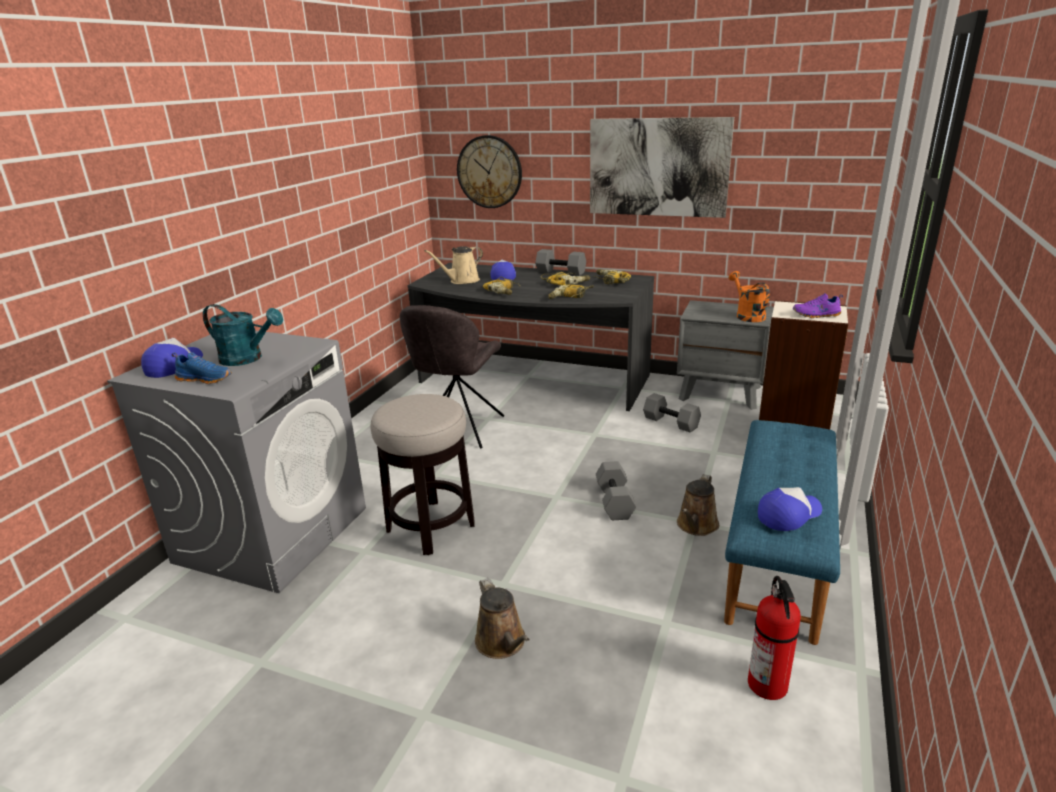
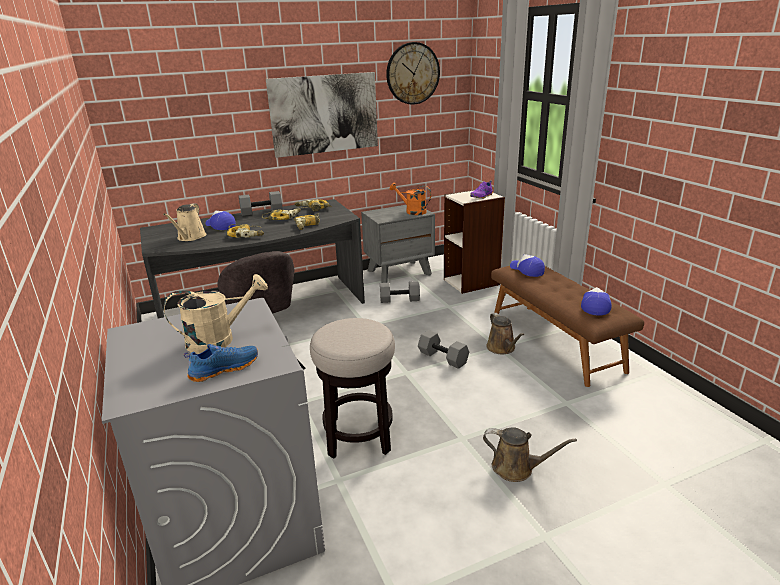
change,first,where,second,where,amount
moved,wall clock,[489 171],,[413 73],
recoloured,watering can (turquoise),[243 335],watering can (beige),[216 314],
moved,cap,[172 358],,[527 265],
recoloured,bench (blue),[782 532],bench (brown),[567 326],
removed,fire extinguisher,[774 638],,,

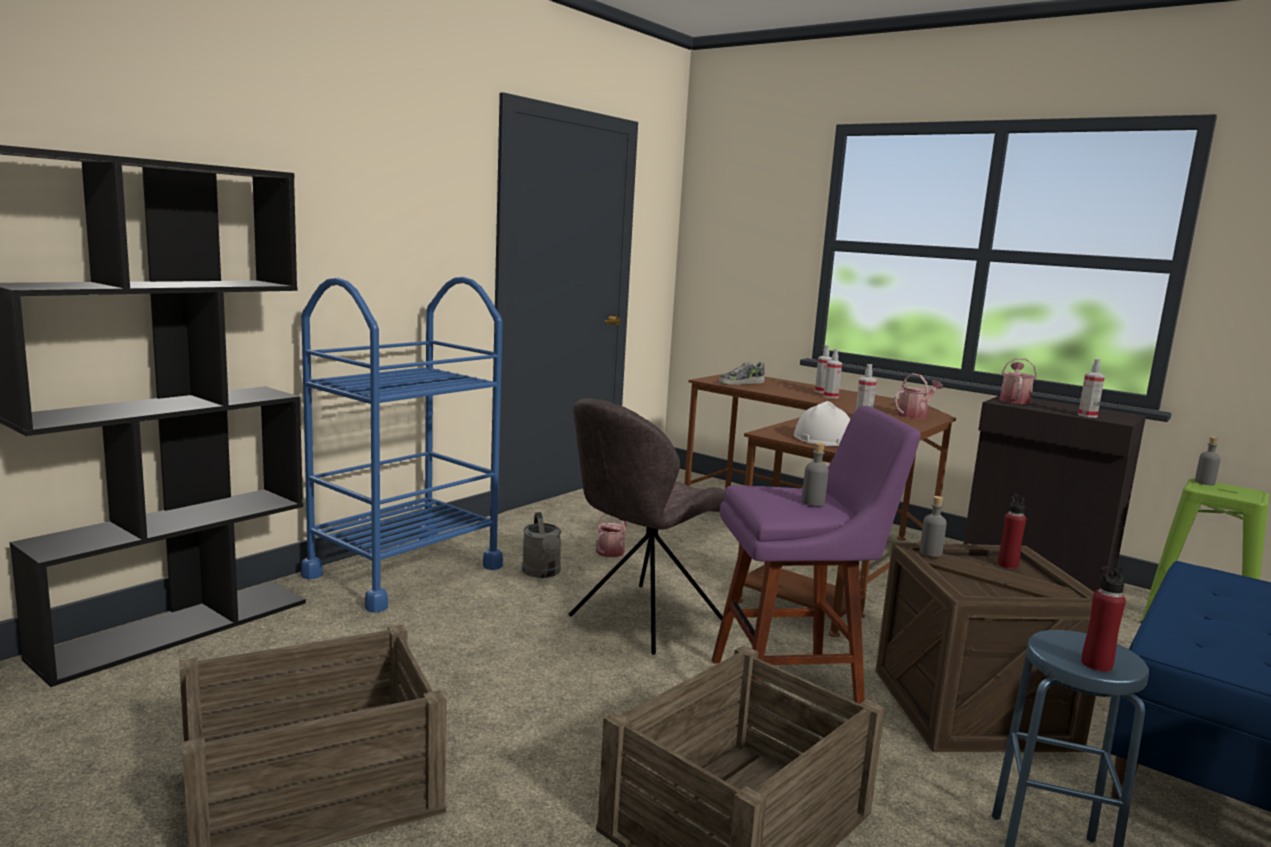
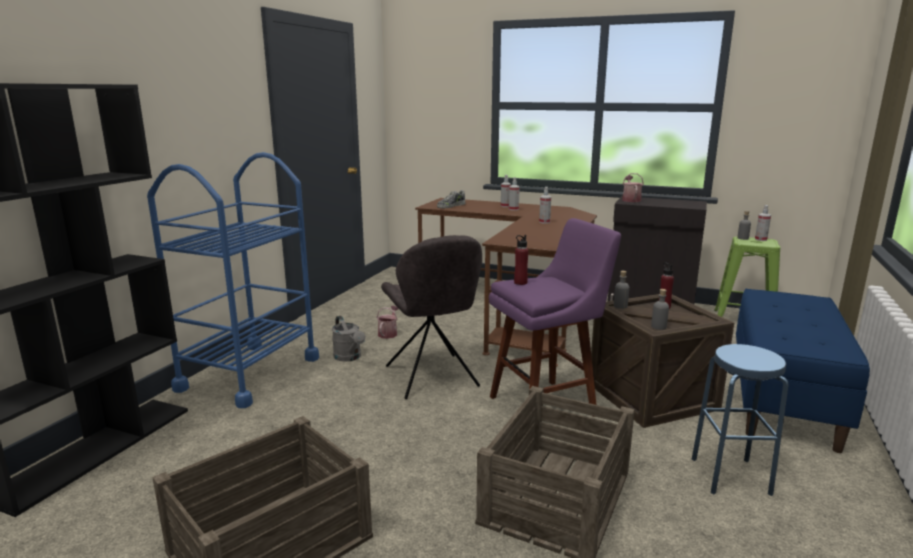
change,first,where,second,where,amount
moved,spray bottle,[1091 388],,[763 223],
removed,watering can,[918 396],,,
turned,chair (grey),[647 526],,[431 317],45 degrees counterclockwise
removed,hard hat (white),[821 423],,,
moved,bottle (grey),[815 474],,[660 309],
moved,bottle (red),[1103 619],,[521 260],

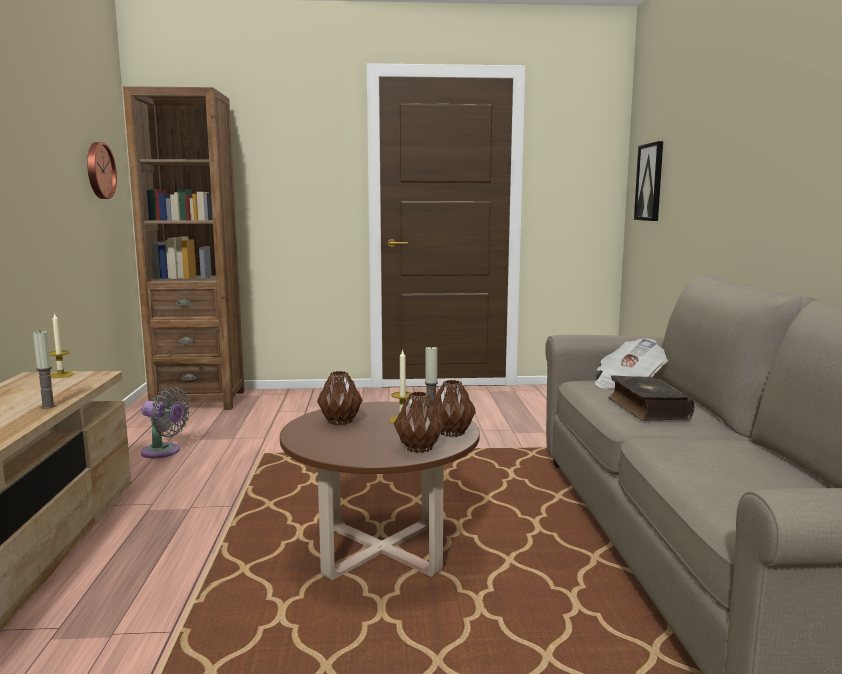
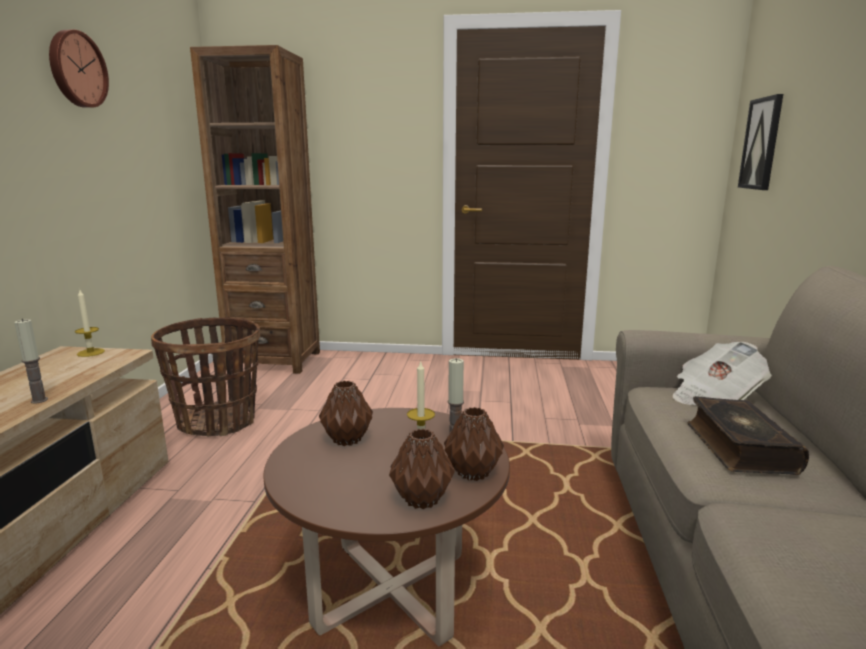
change,first,where,second,where,amount
moved,wall clock,[102 170],,[79 68],
replaced,fan (grey),[165 422],basket,[205 377],

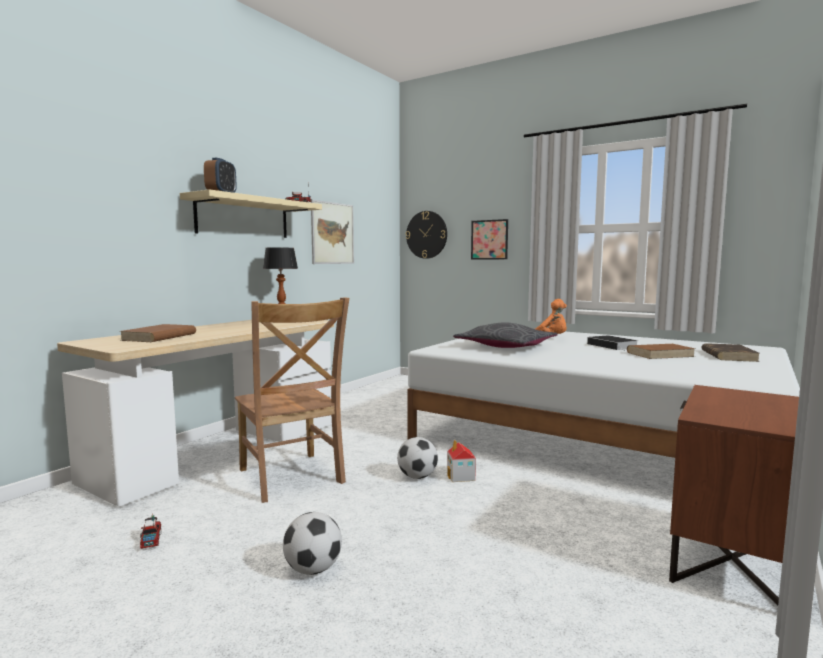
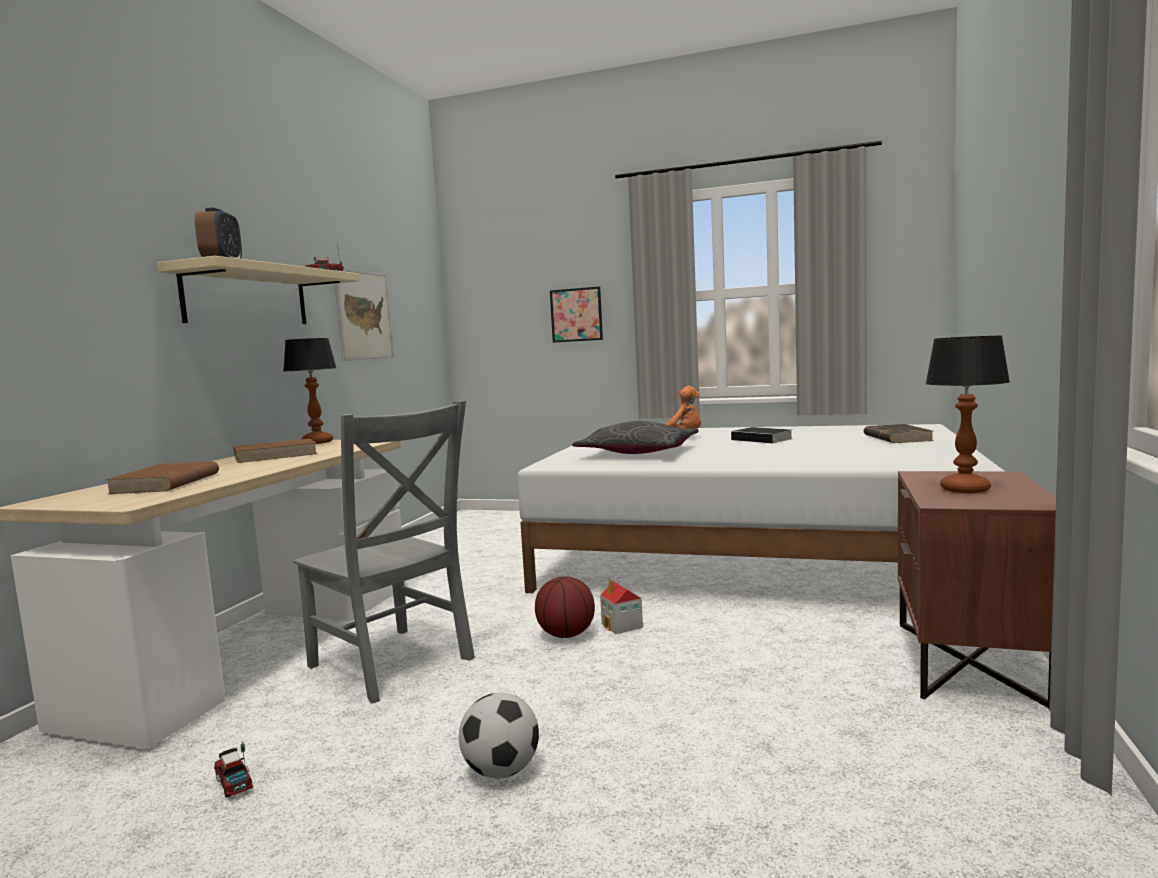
change,first,where,second,where,amount
removed,wall clock,[426 235],,,
recoloured,chair (brown),[292 400],chair (grey),[384 552],
moved,book (brown),[661 351],,[275 451],
replaced,football,[417 458],basketball,[565 607],
added,,,table lamp,[967 414],

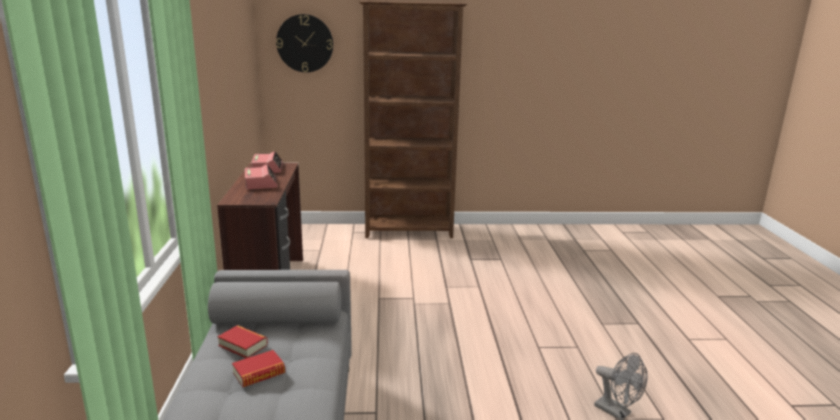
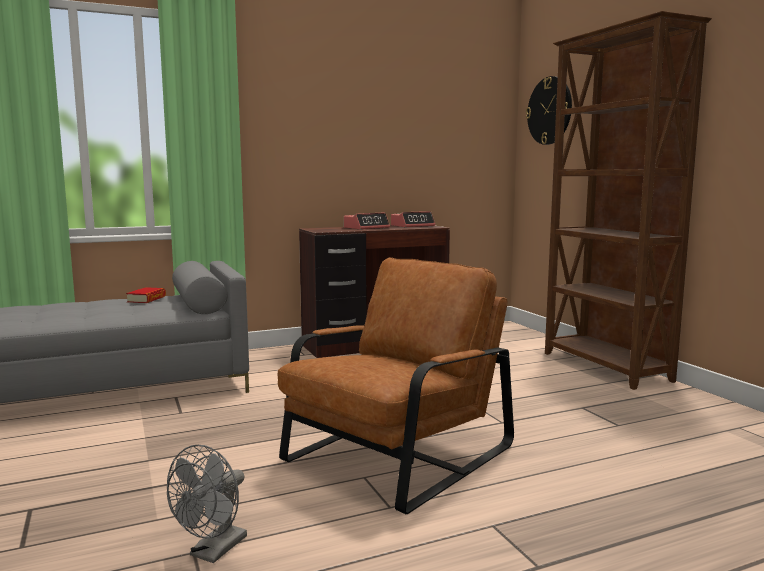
change,first,where,second,where,amount
removed,book,[258 368],,,
added,,,armchair (brown),[396 385],

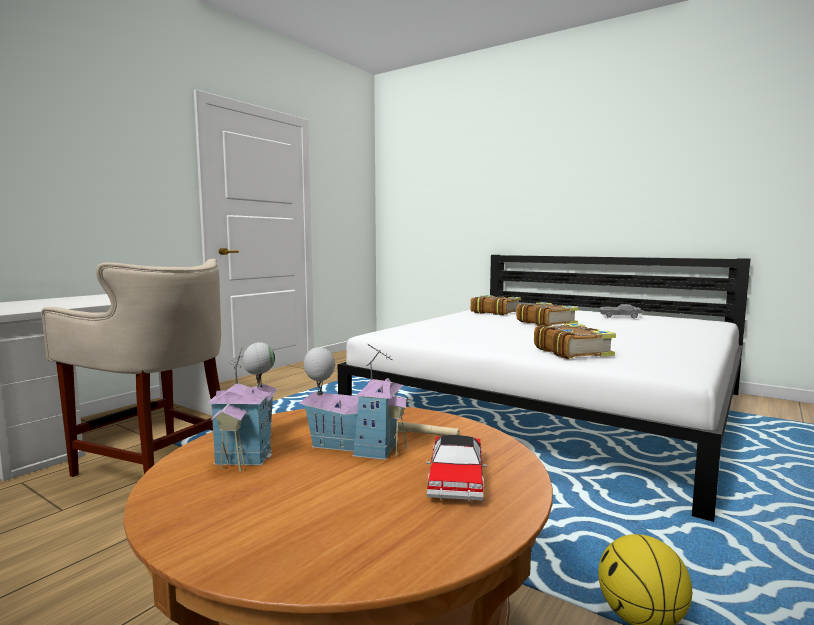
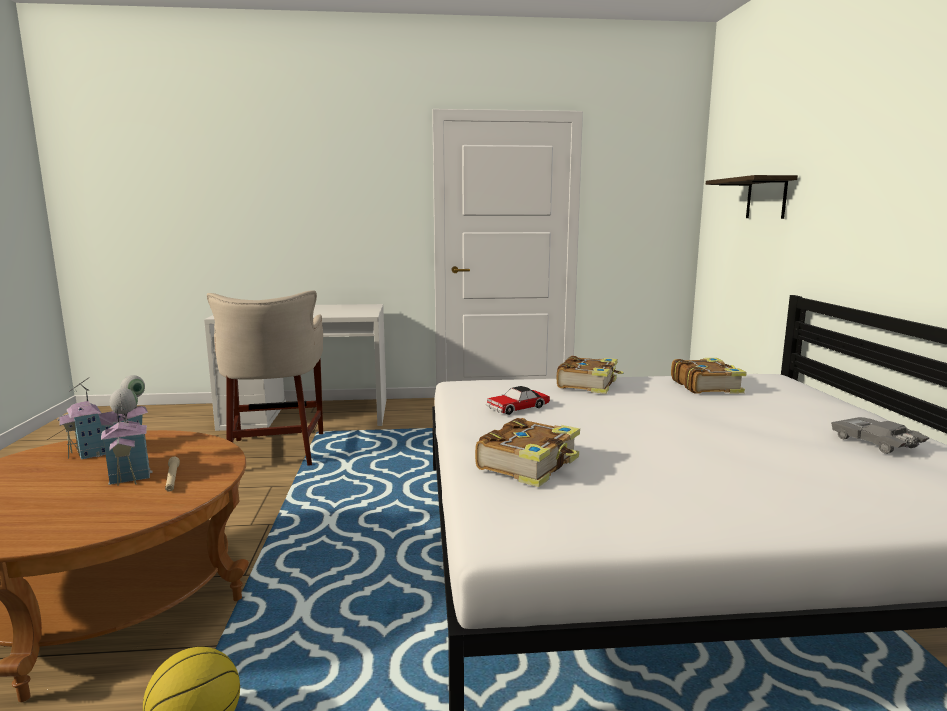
change,first,where,second,where,amount
moved,book,[547 314],,[590 375],
moved,toy car,[456 468],,[518 400],
added,,,shelf,[752 197],

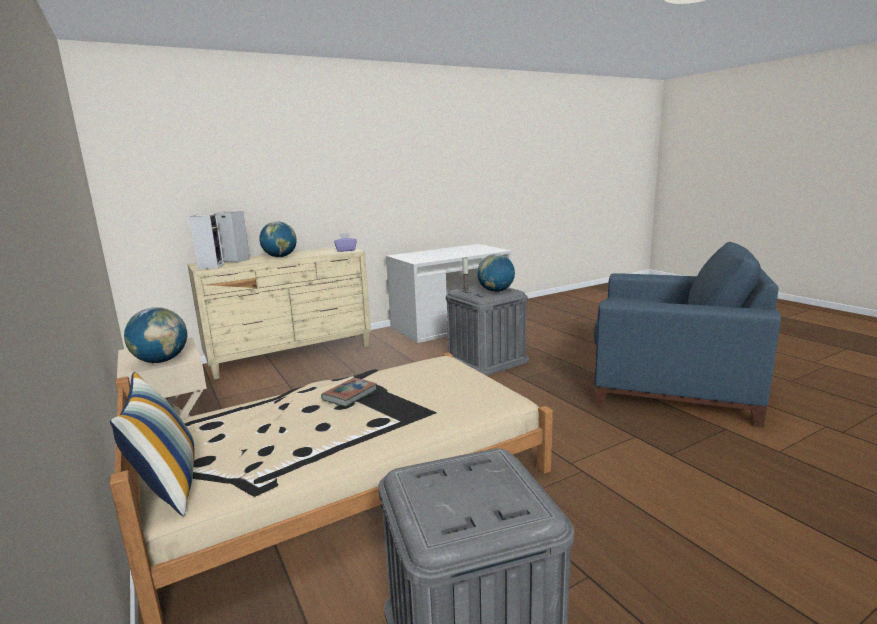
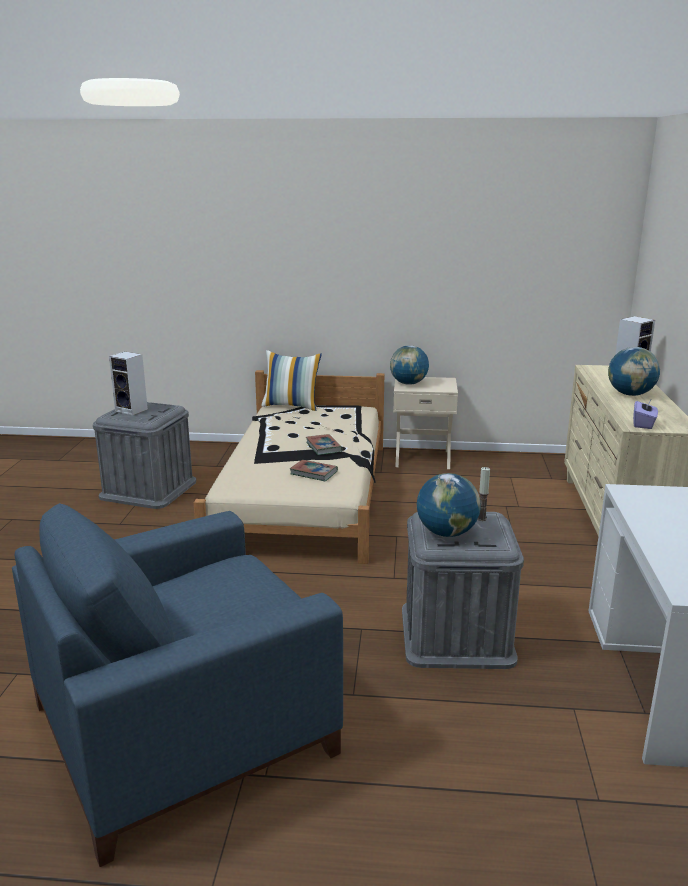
change,first,where,second,where,amount
moved,speaker,[206 241],,[128 383],
added,,,book,[314 470],

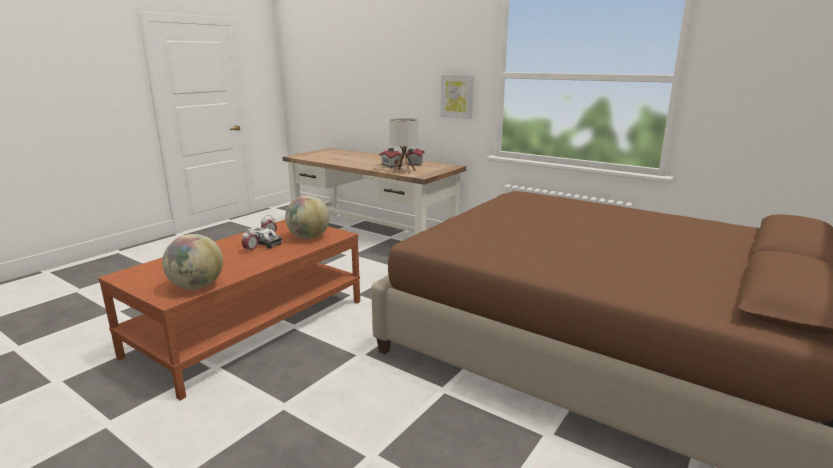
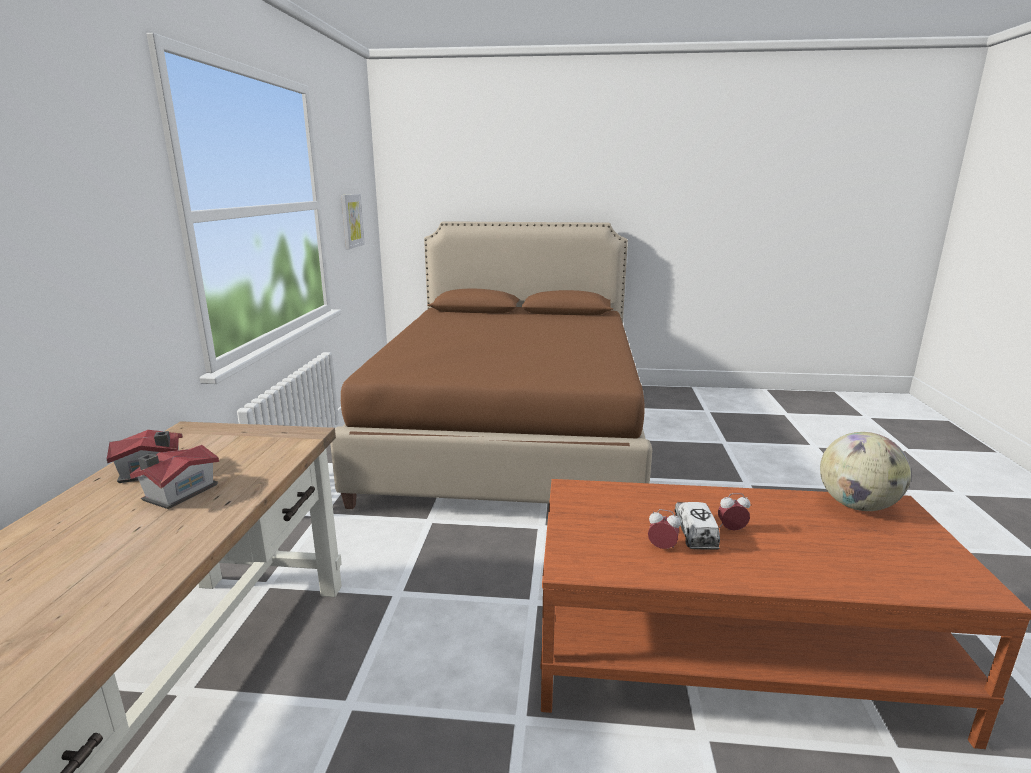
change,first,where,second,where,amount
moved,picture,[456 97],,[353 221],
removed,table lamp,[403 146],,,
removed,globe,[307 217],,,

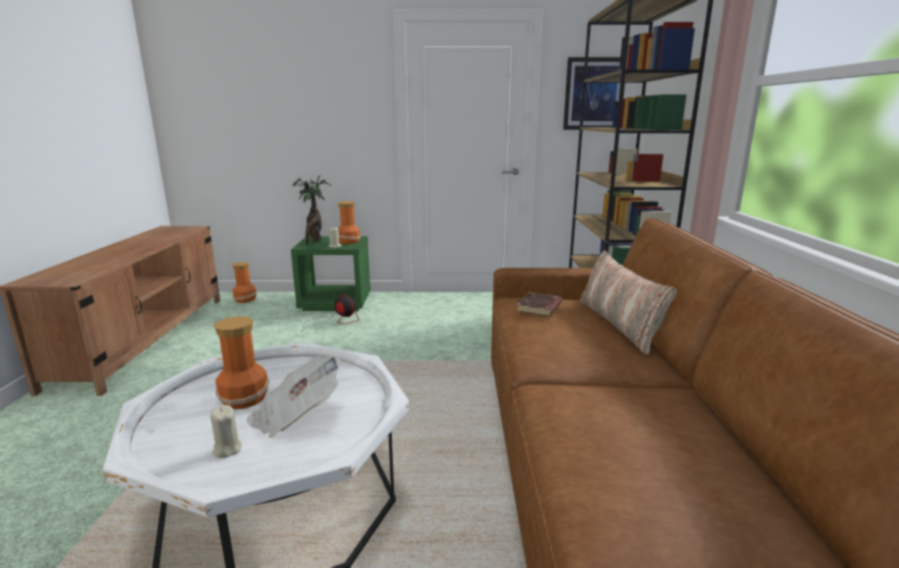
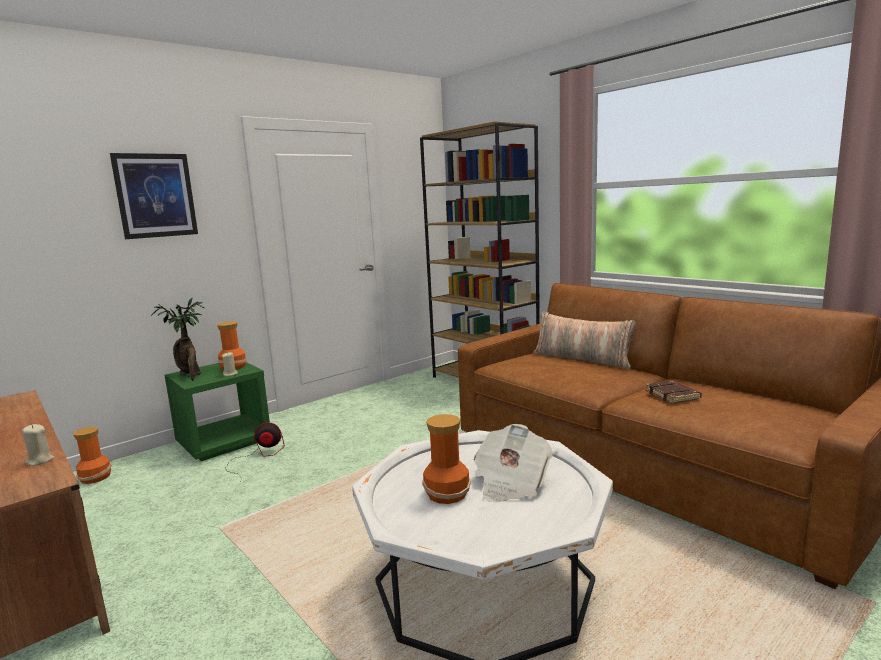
change,first,where,second,where,amount
moved,picture,[594 93],,[154 196],
moved,book (brown),[539 304],,[673 391],
moved,candle (beige),[226 431],,[38 445],

